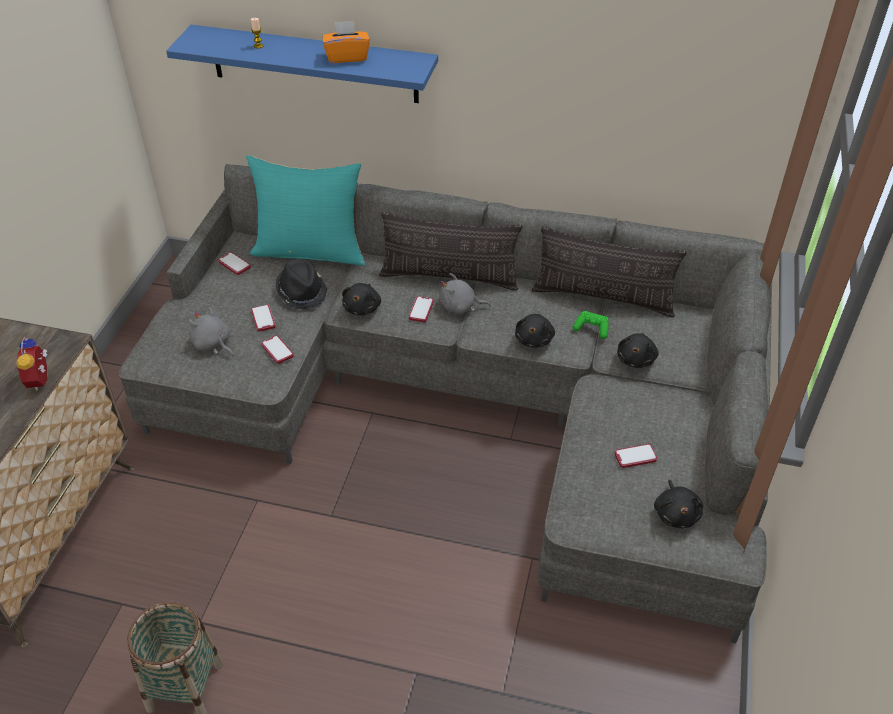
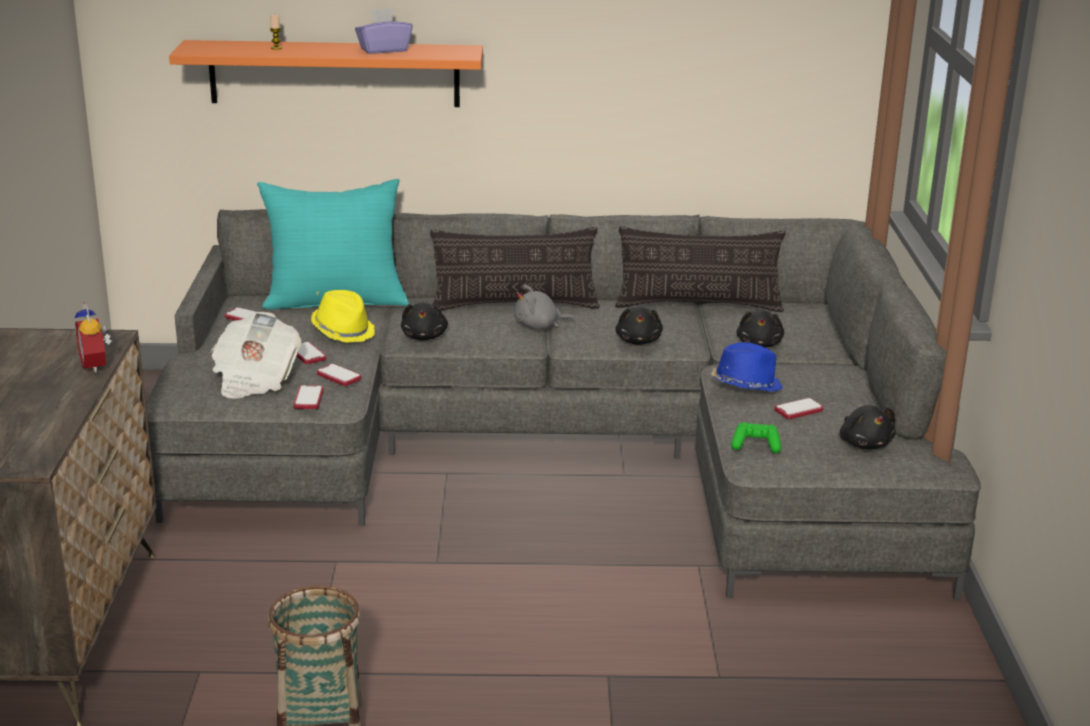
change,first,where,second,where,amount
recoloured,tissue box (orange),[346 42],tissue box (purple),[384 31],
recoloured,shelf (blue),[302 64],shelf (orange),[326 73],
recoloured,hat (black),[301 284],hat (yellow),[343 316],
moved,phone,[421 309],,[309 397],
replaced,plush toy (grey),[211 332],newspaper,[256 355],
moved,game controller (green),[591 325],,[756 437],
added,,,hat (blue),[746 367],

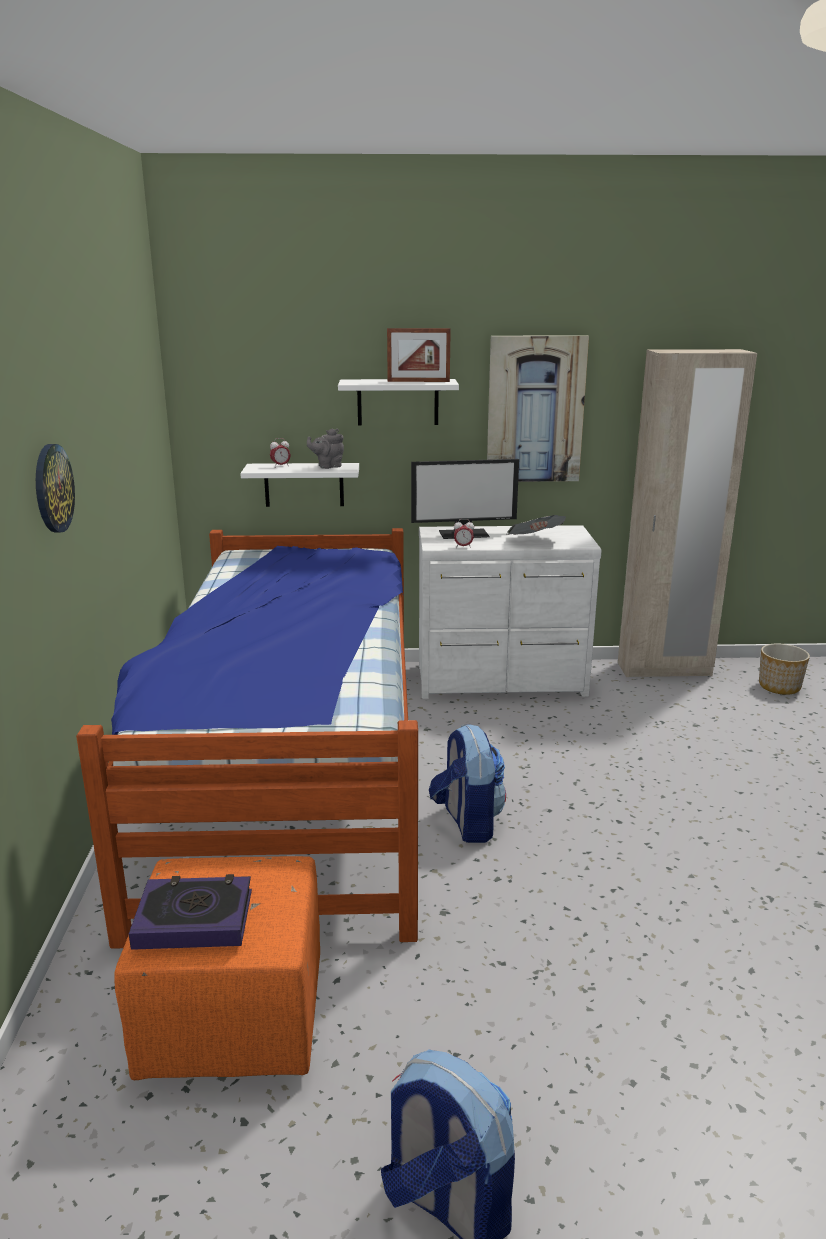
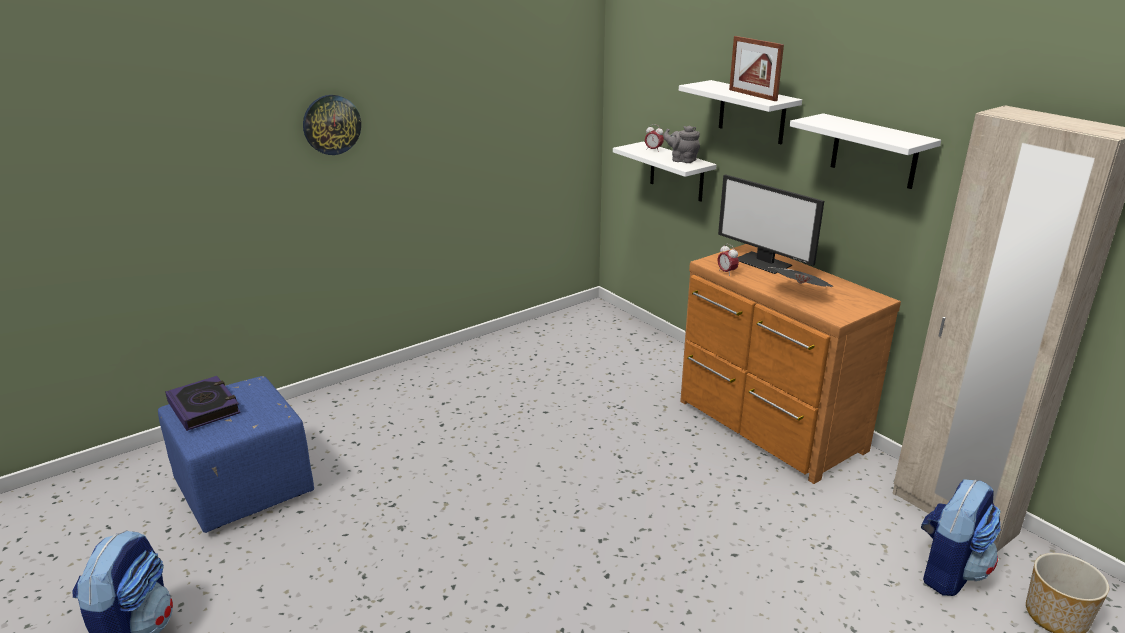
change,first,where,second,where,amount
replaced,picture,[538 408],shelf (white),[865 151],
recoloured,dresser (white),[510 612],dresser (brown),[790 364],
removed,bed,[247 738],,,
moved,backpack,[467 784],,[961 537],
recoloured,ottoman (orange),[217 968],ottoman (blue),[236 454],

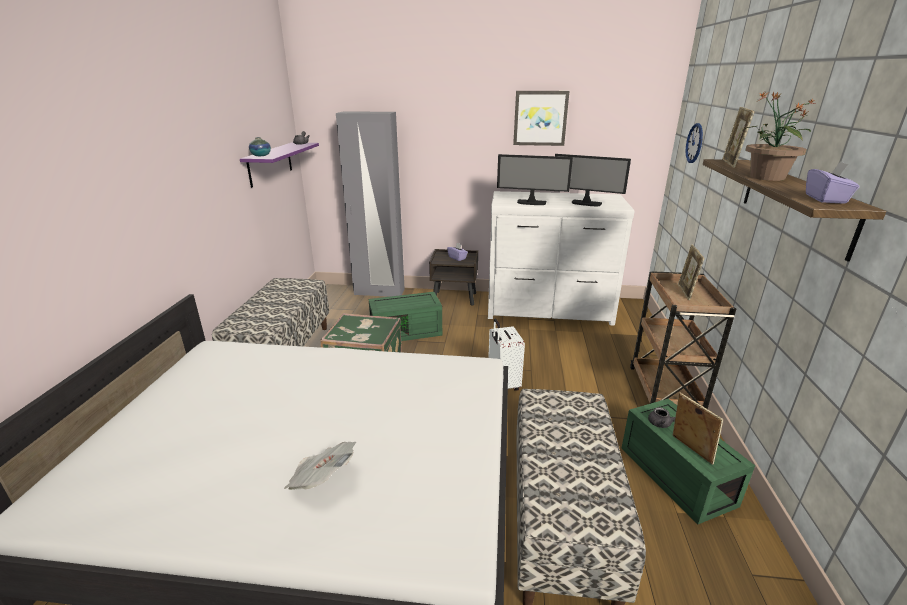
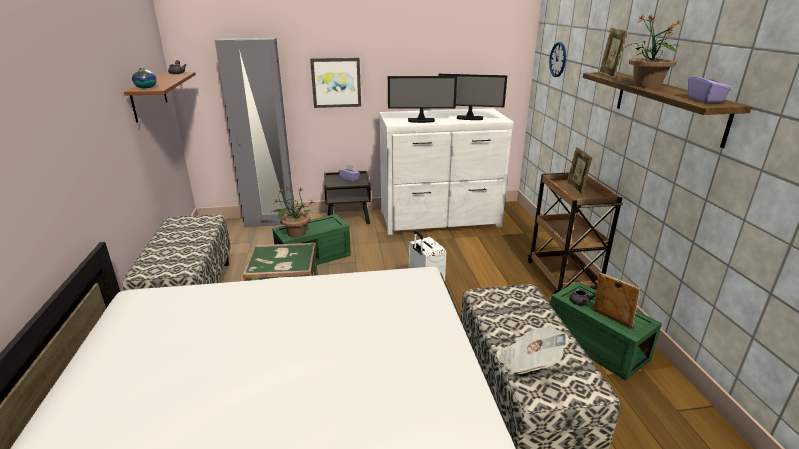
change,first,where,second,where,amount
moved,picture,[541 118],,[335 83],
recoloured,shelf (purple),[279 165],shelf (brown),[160 97],
moved,newspaper,[320 466],,[533 350],
added,,,potted plant,[293 211],

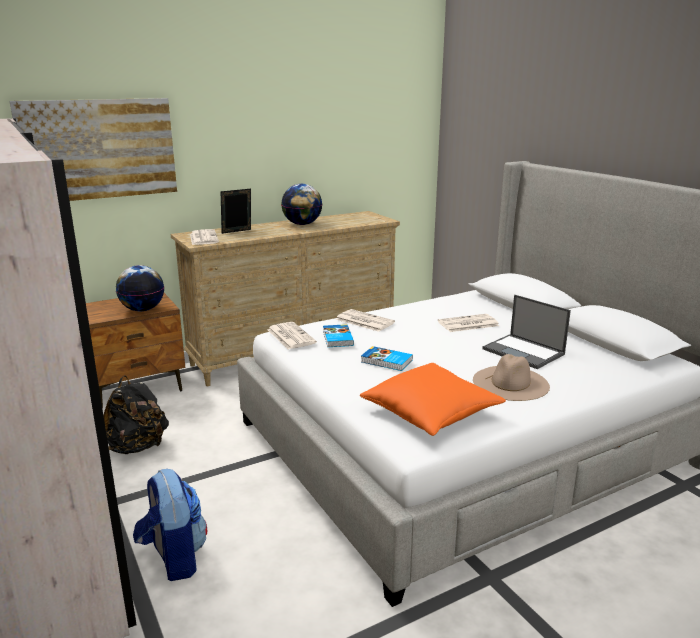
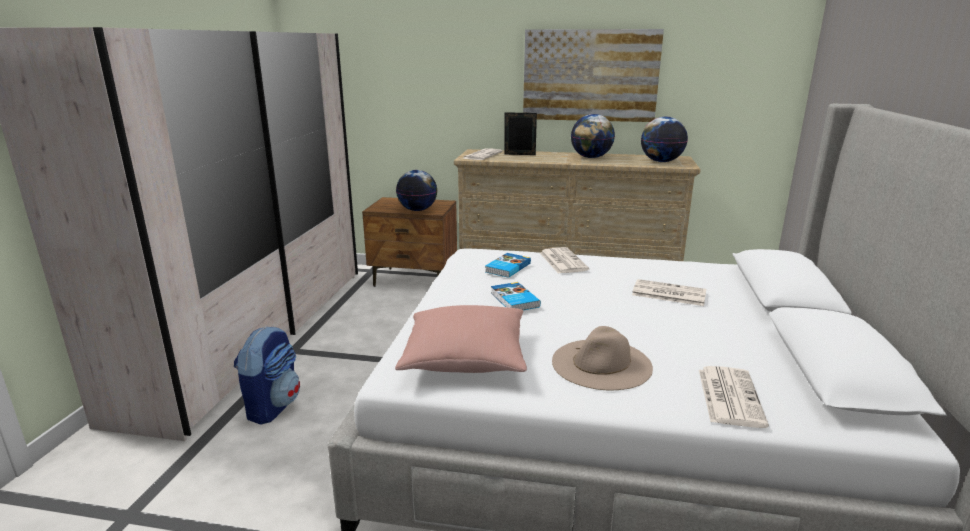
change,first,where,second,where,amount
moved,picture,[93 149],,[593 75],
removed,laptop,[526 332],,,
moved,newspaper,[292 335],,[734 397],
recoloured,pillow (orange),[433 399],pillow (pink),[461 339],
removed,backpack (black),[136 415],,,
added,,,globe,[664 139],

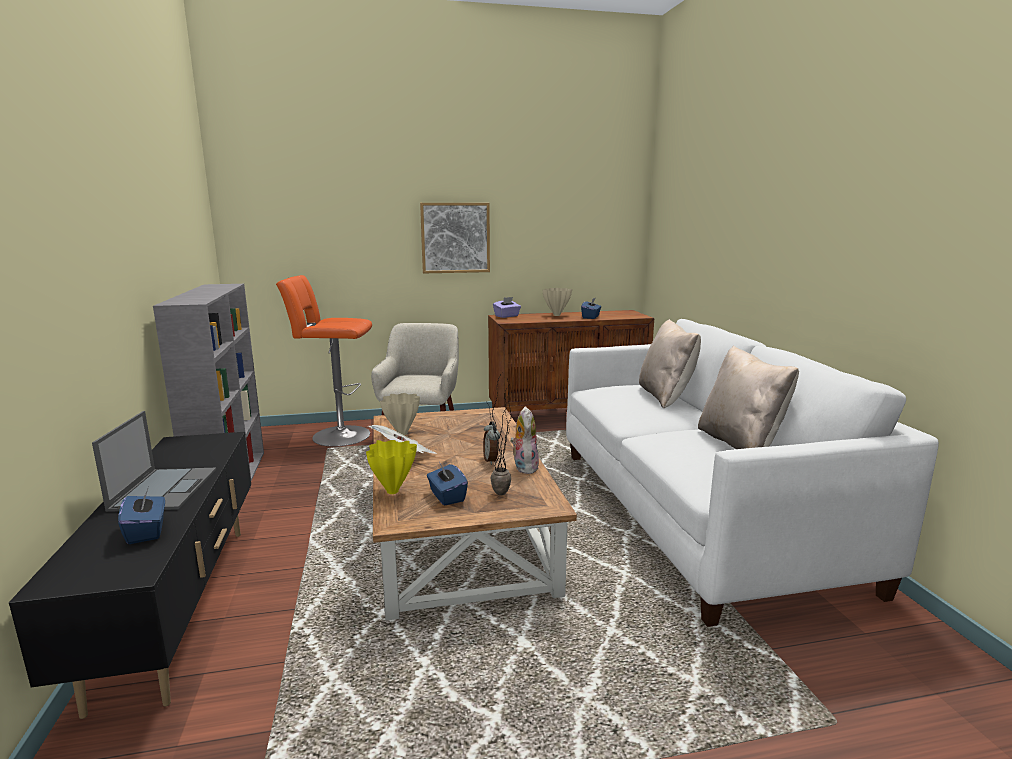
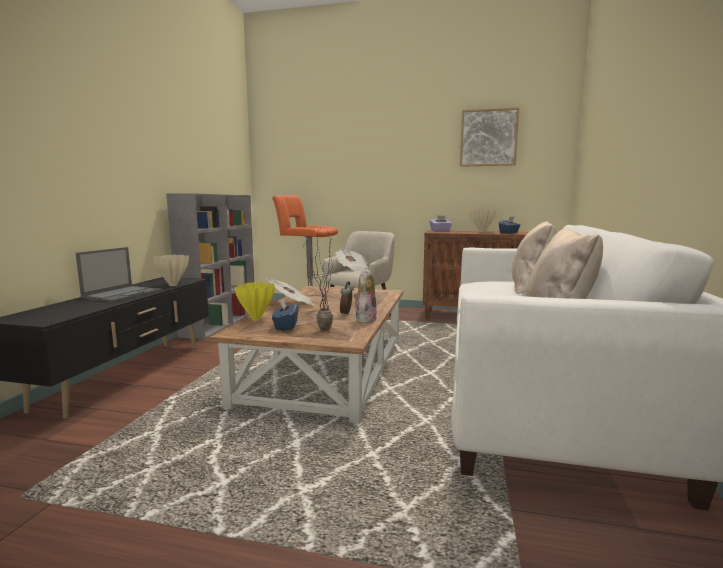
change,first,where,second,where,amount
moved,picture,[455 238],,[489 137],
moved,vase (beige),[400 414],,[171 270],
removed,tissue box (blue),[141 515],,,
added,,,newspaper,[352 260],

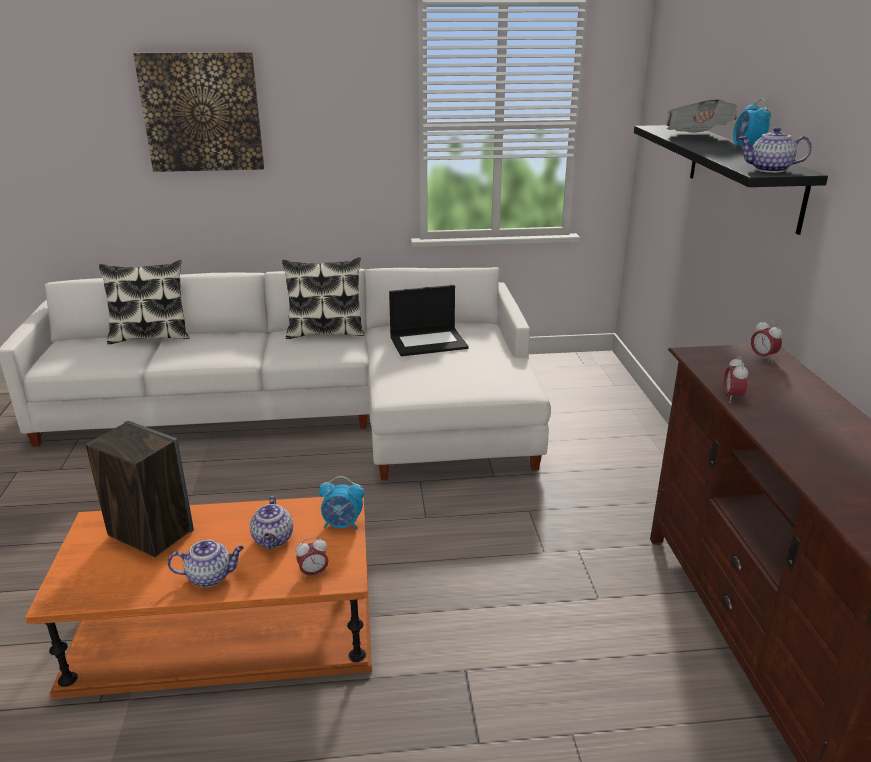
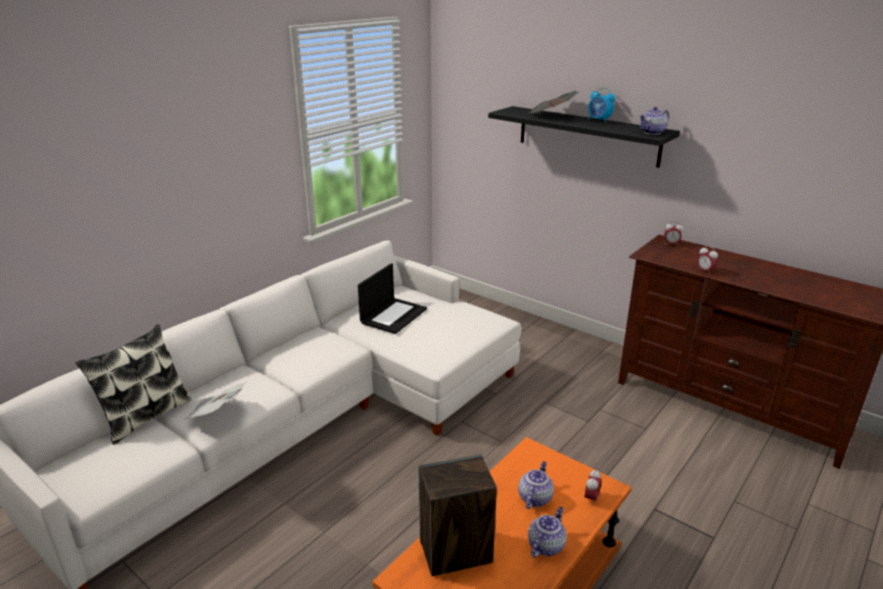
change,first,where,second,where,amount
removed,picture,[198 112],,,
removed,pillow,[323 298],,,
removed,alarm clock,[341 503],,,
turned,teapot,[271 522],,[536 485],105 degrees counterclockwise
added,,,newspaper,[215 401],

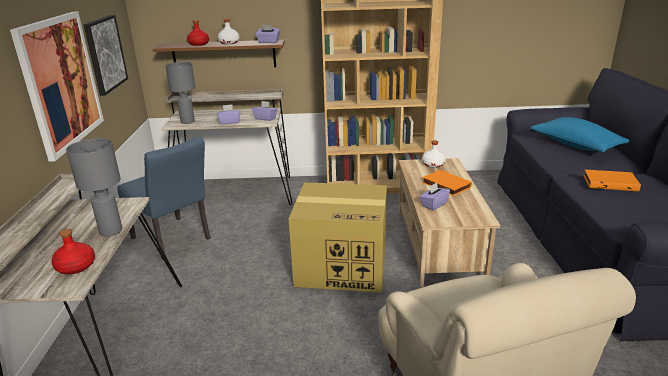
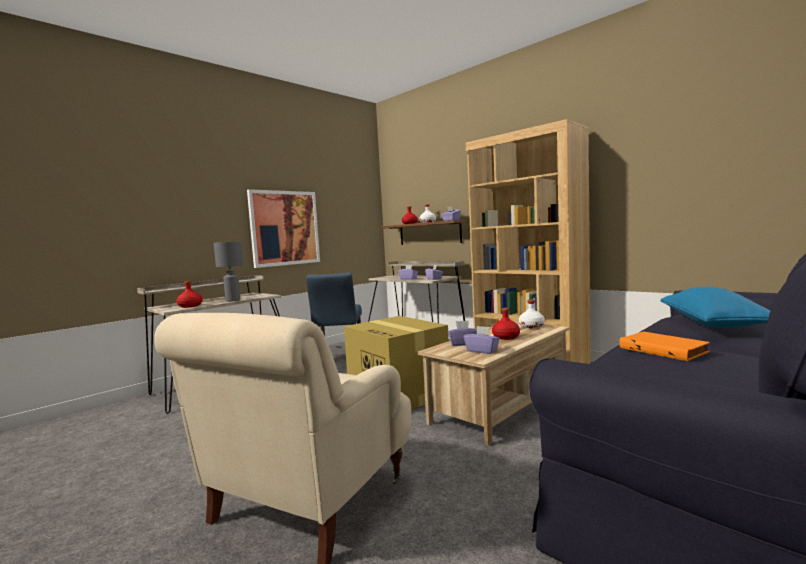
change,first,where,second,where,amount
removed,picture,[106 55],,,
removed,table lamp (grey),[180 93],,,
replaced,book (orange),[447 183],bottle (red),[506 324],
added,,,tissue box (purple),[482 340],

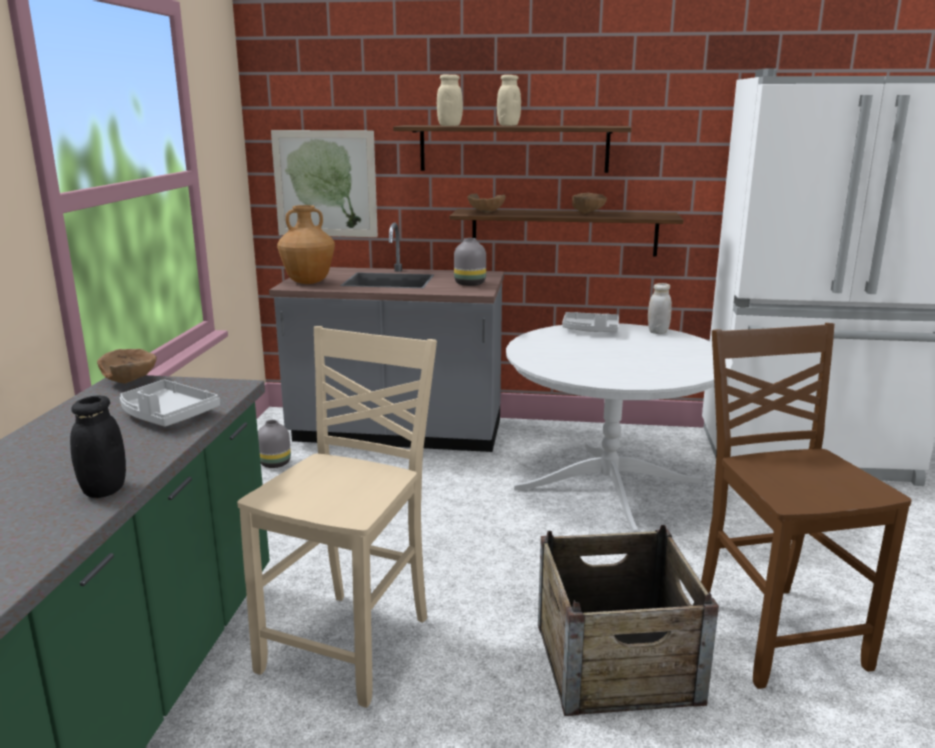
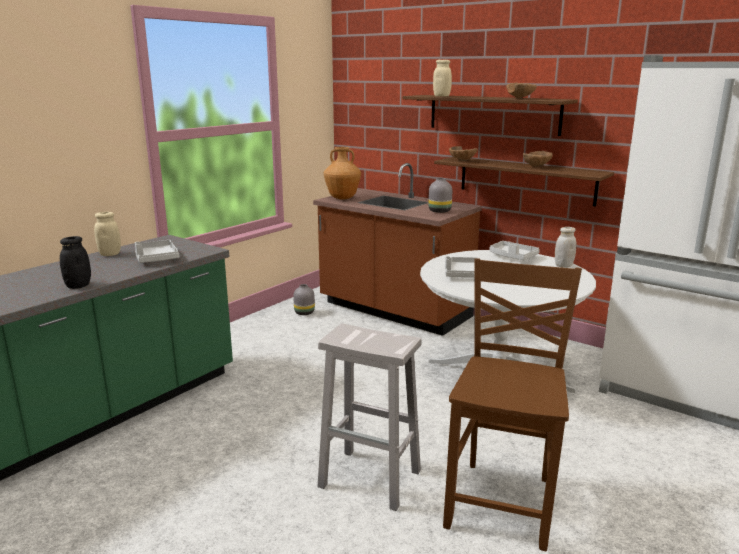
change,first,where,second,where,amount
moved,jar (beige),[509 100],,[107 234],
removed,picture,[324 183],,,
recoloured,counter (grey),[386 337],counter (brown),[397 249],
removed,chair (beige),[337 517],,,
moved,bowl (brown),[127 366],,[521 91],
replaced,crate,[628 620],stool (white),[369 417],
added,,,tray (grey),[460 267],

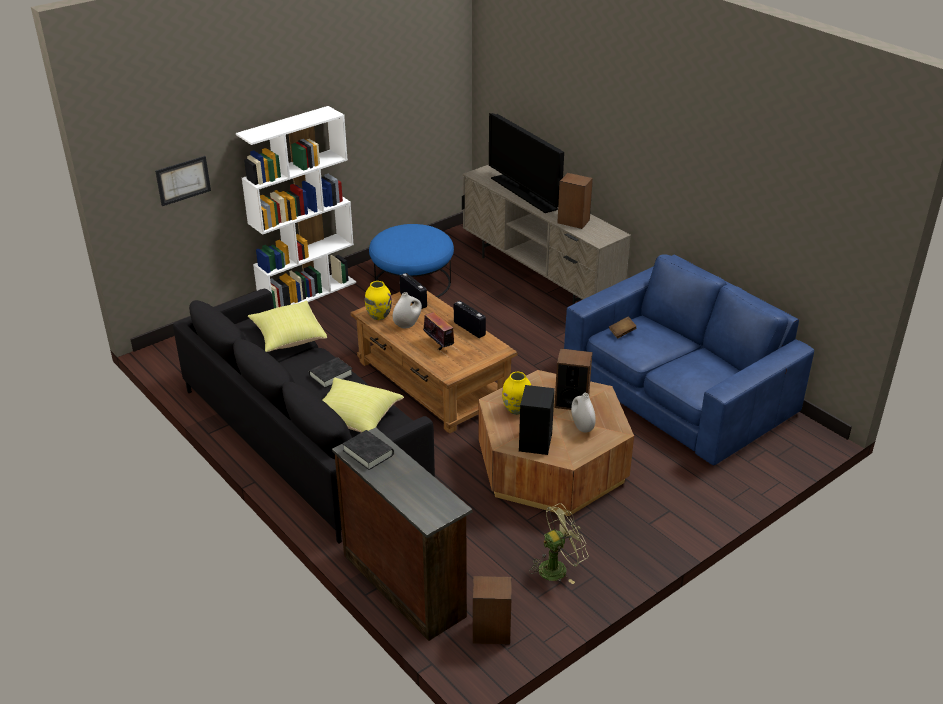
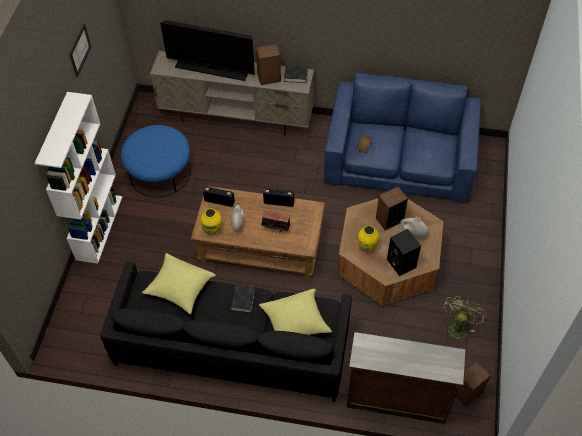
change,first,where,second,where,amount
moved,picture,[183 181],,[80 50],
moved,book (black),[368 450],,[296 74],

